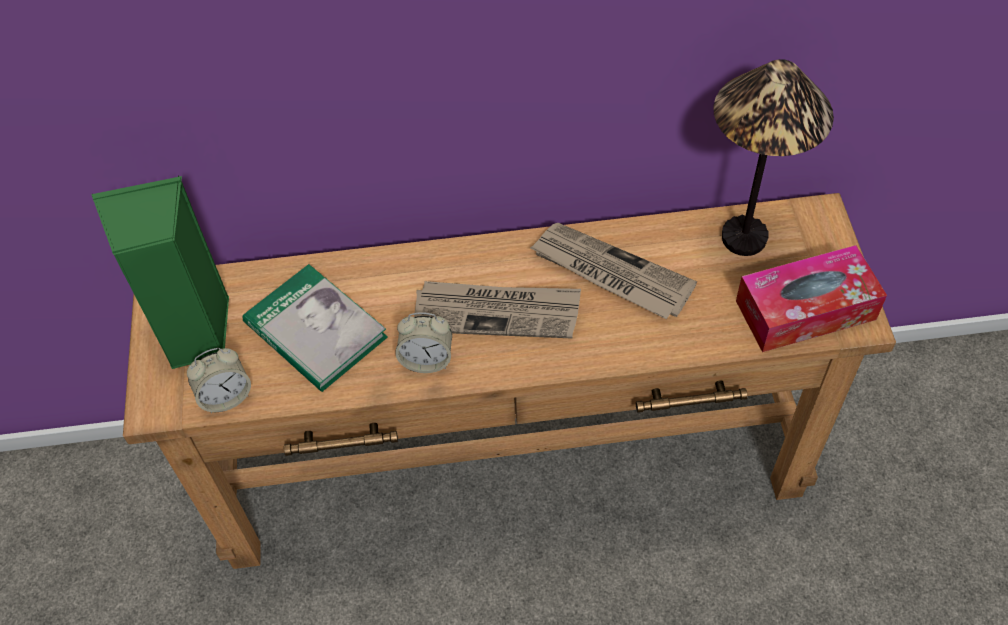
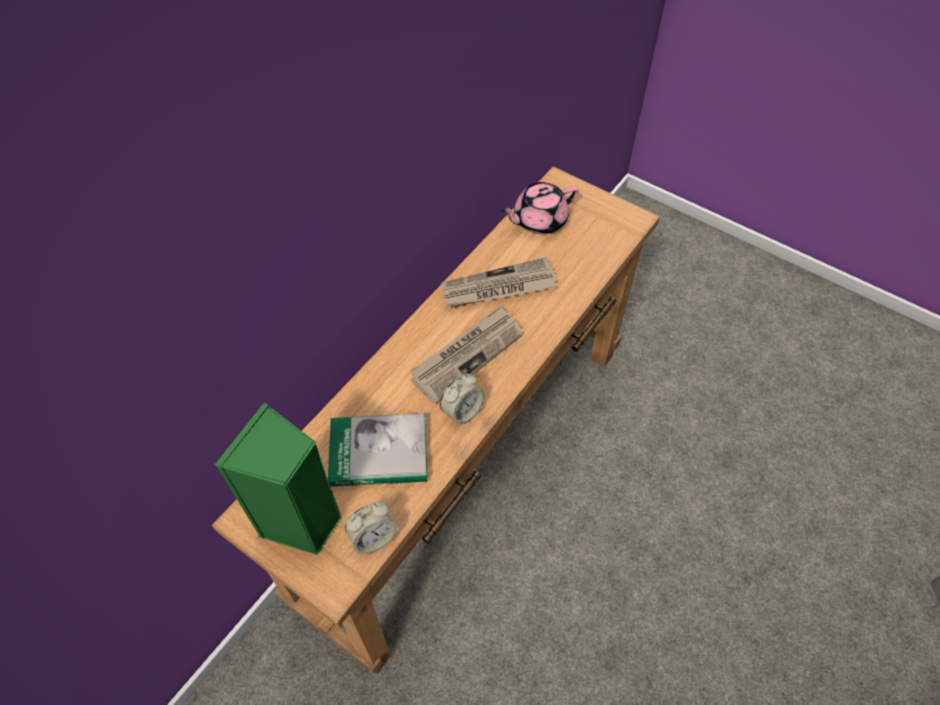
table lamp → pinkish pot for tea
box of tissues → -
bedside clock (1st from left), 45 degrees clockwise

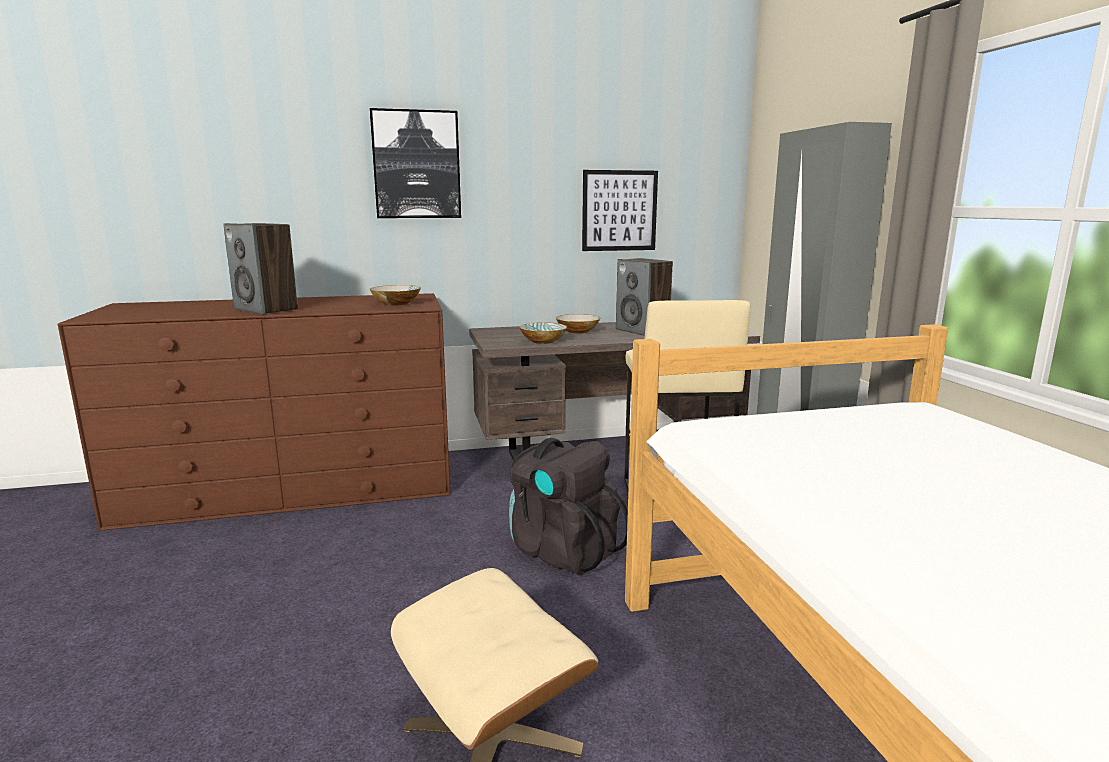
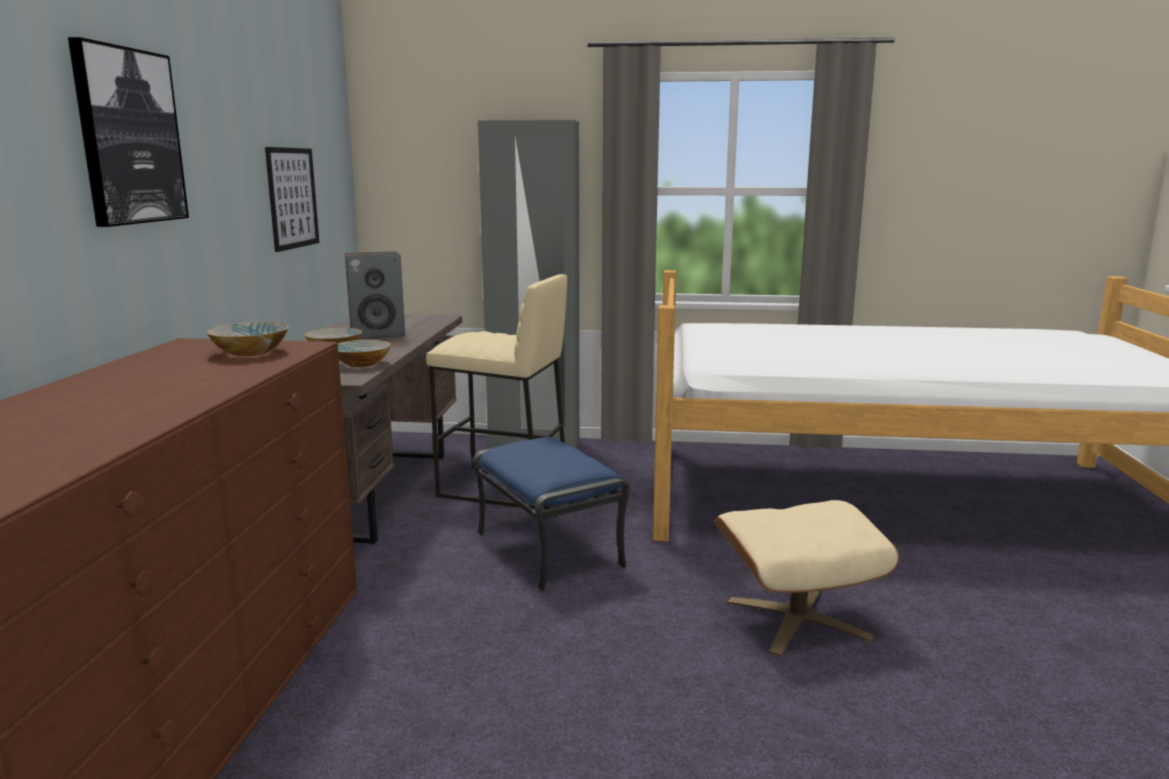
speaker (1st from left) → -
blackish knapsack → blue ottoman

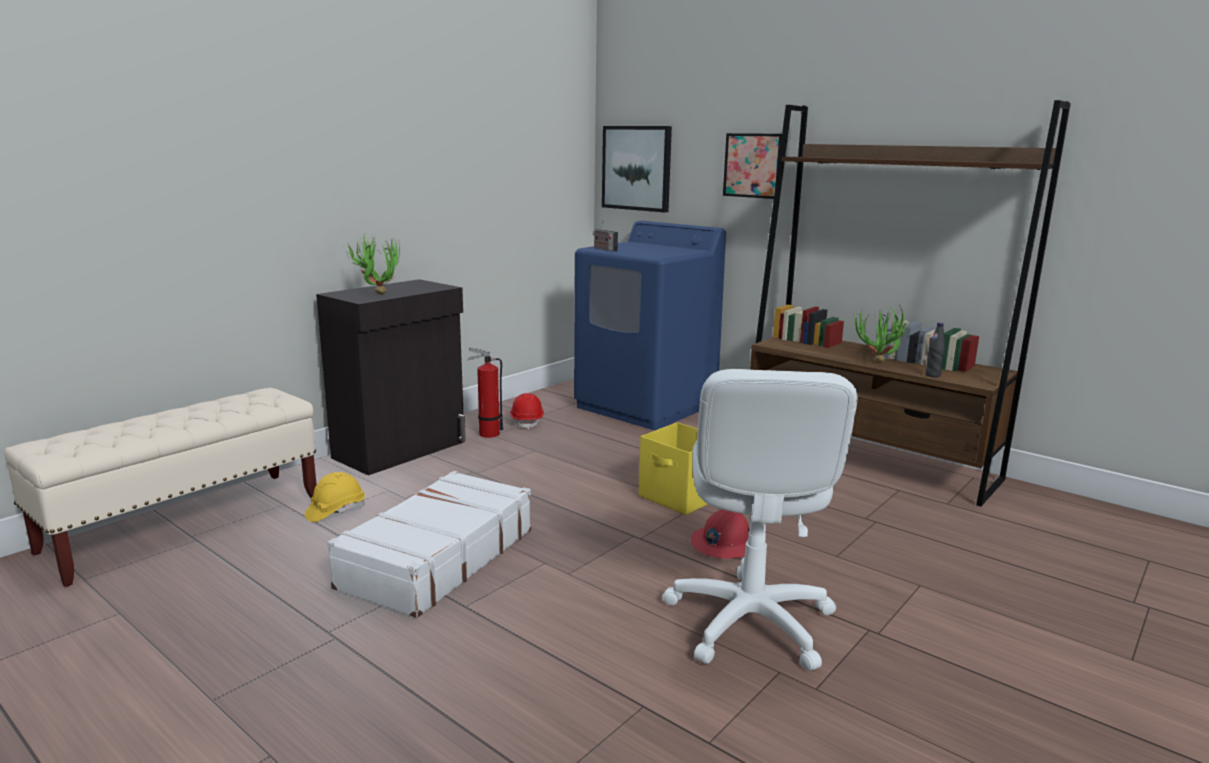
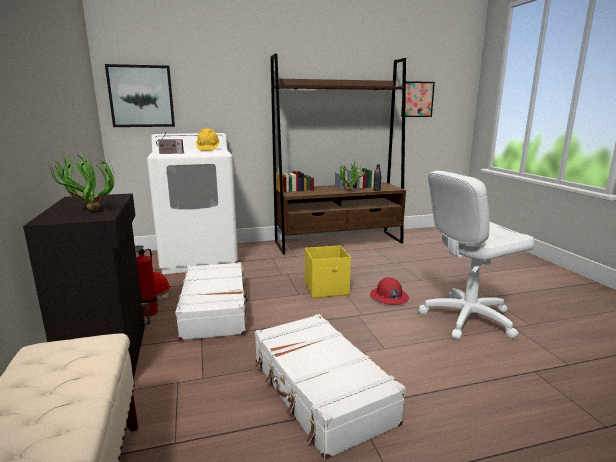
wall art (2nd from left), move
blue laundry appliance → whitish laundry appliance
whitish desk chair, 120 degrees clockwise
yellowish work helmet, move
- → whitish travel case (1st from left)

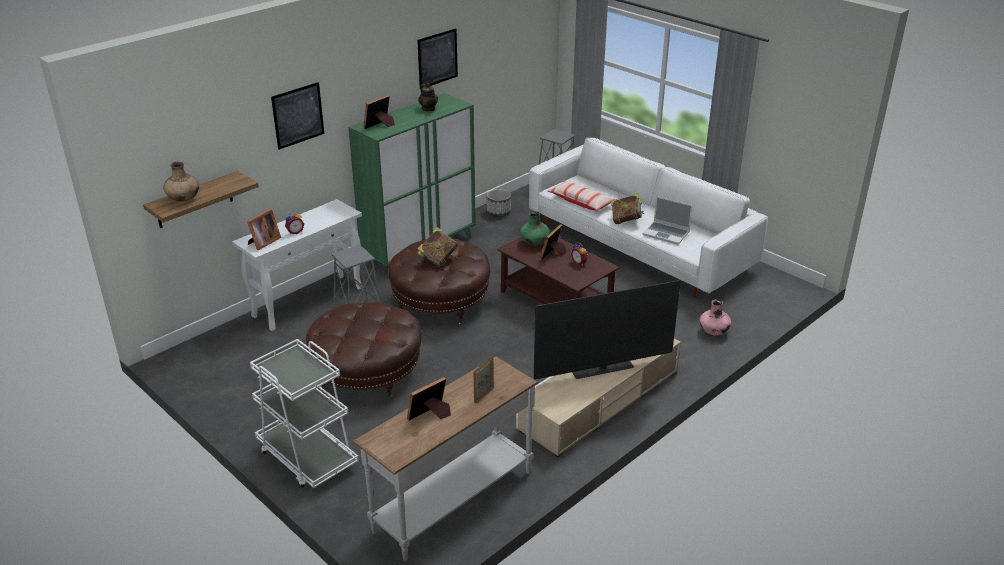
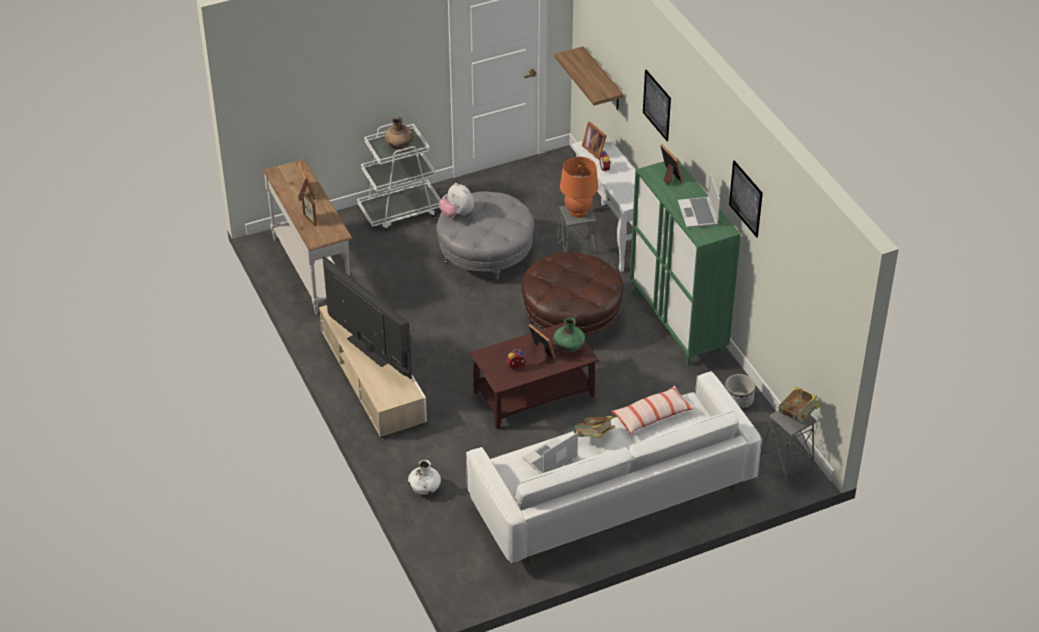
pot for tea → notebook computer (2nd from left)
brown decorative vase, move
book (1st from left in the first image) → book (2nd from left), move
television, 135 degrees clockwise
pinkish decorative vase → whitish decorative vase
brown ottoman (1st from left) → grey ottoman
- → orange-coloured table lamp
- → plush toy

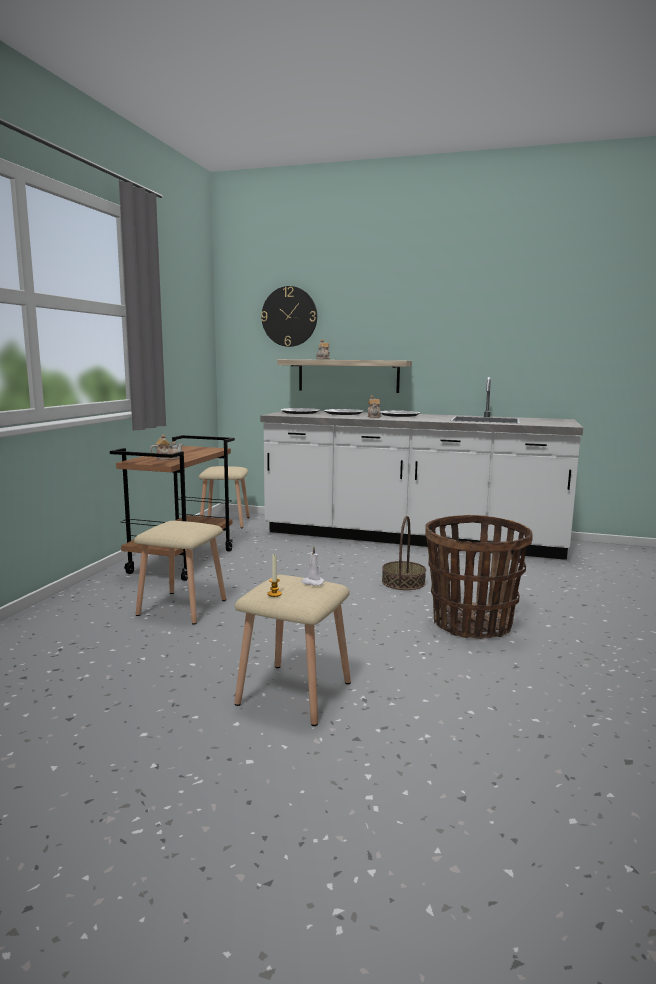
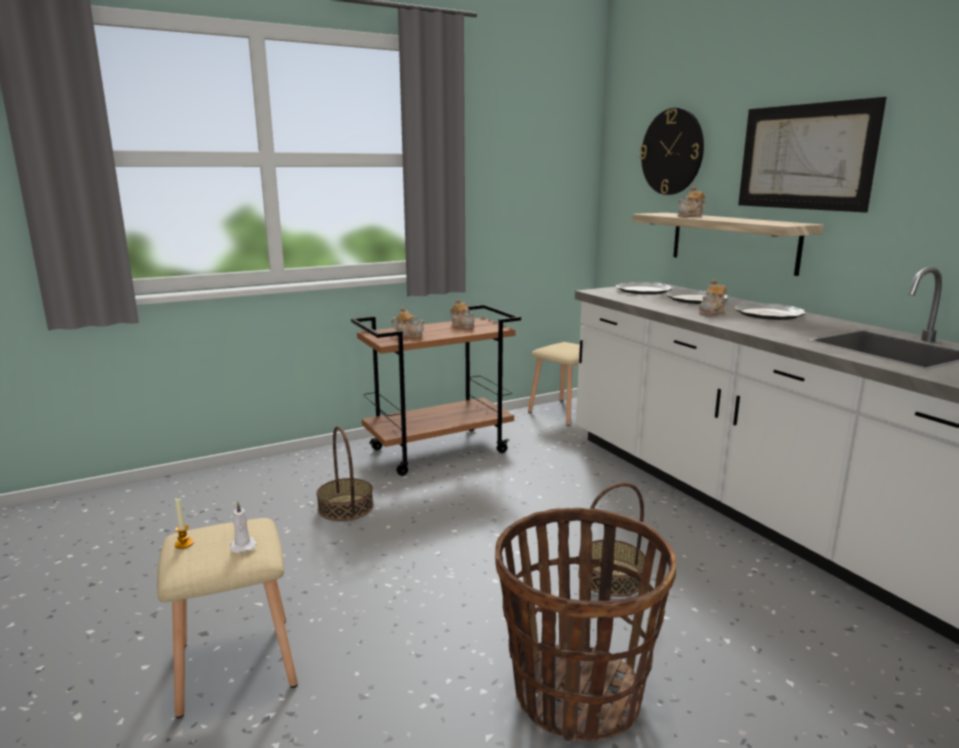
beige-coloured sitting stool (1st from left) → basket (1st from left)
- → wall art
- → pot for tea (2nd from left)

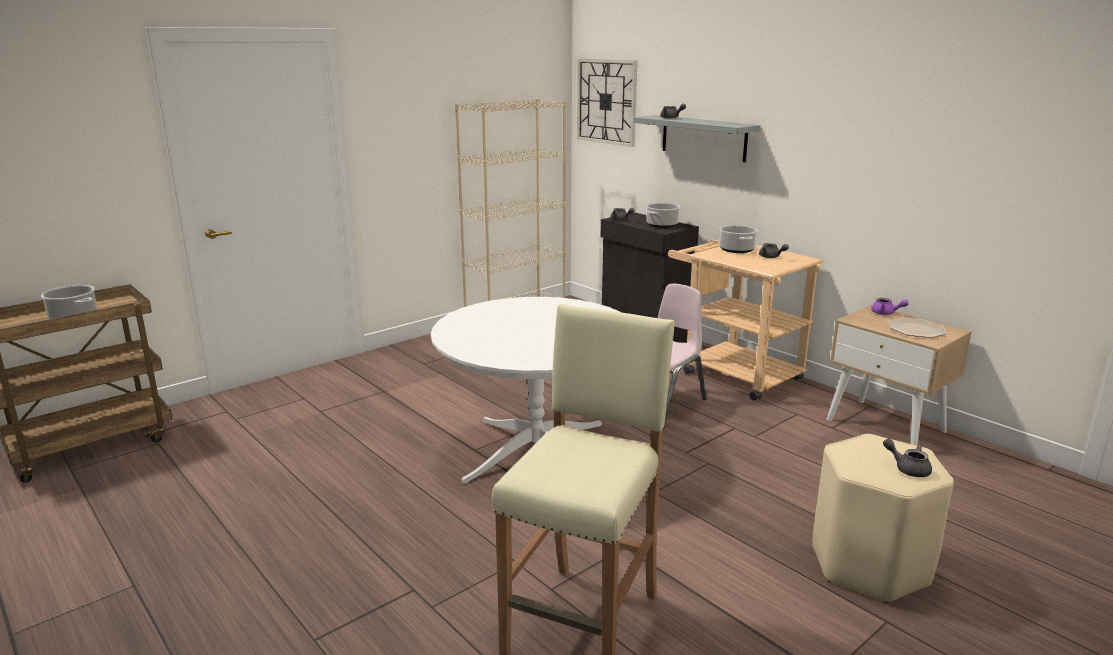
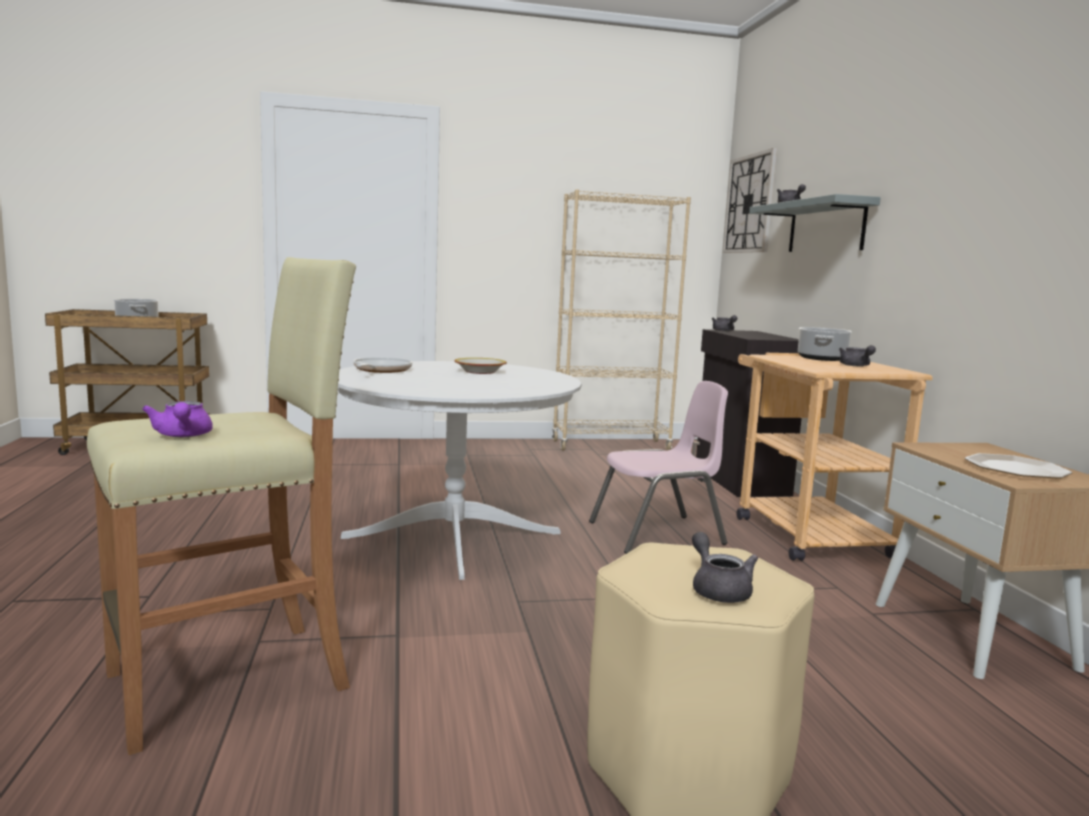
stockpot (2nd from left) → -
purple pot for tea, move
- → pan
- → serving bowl

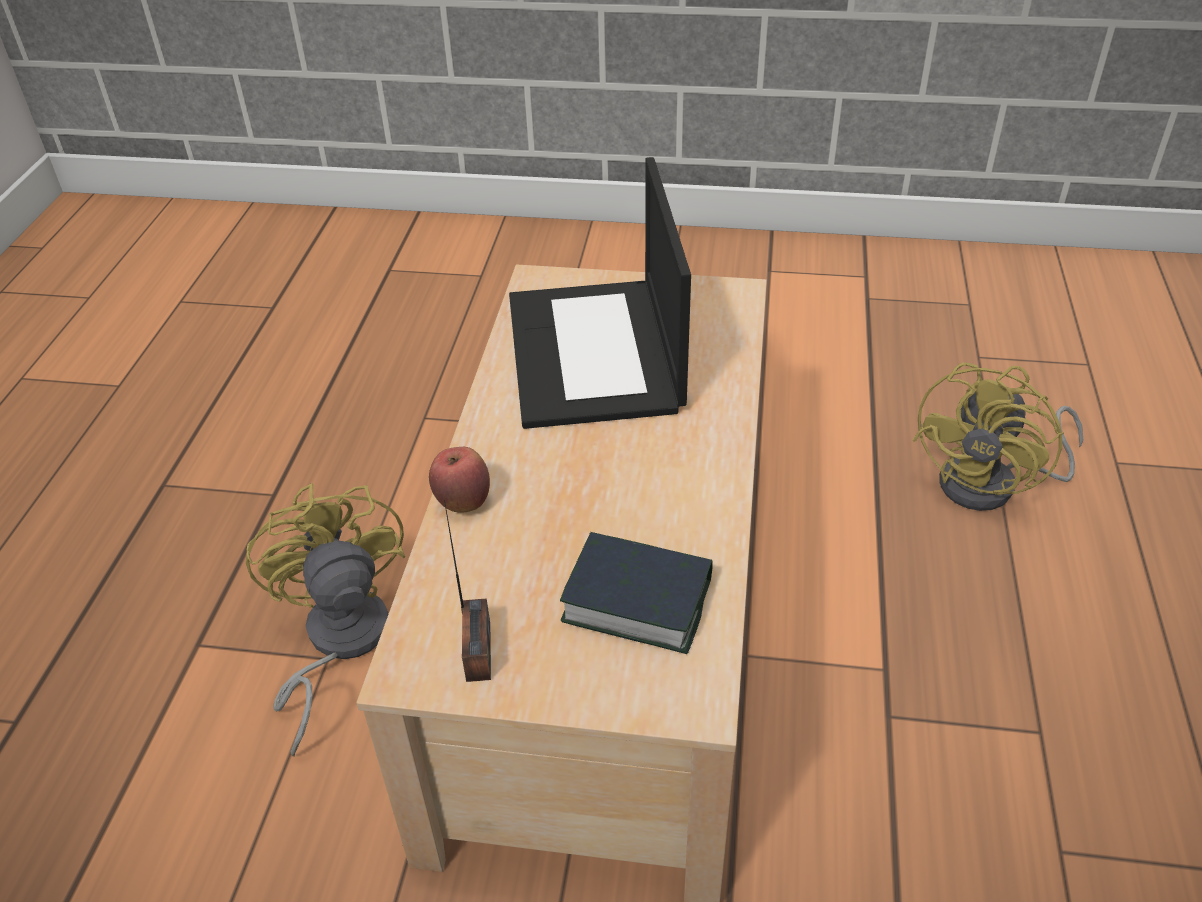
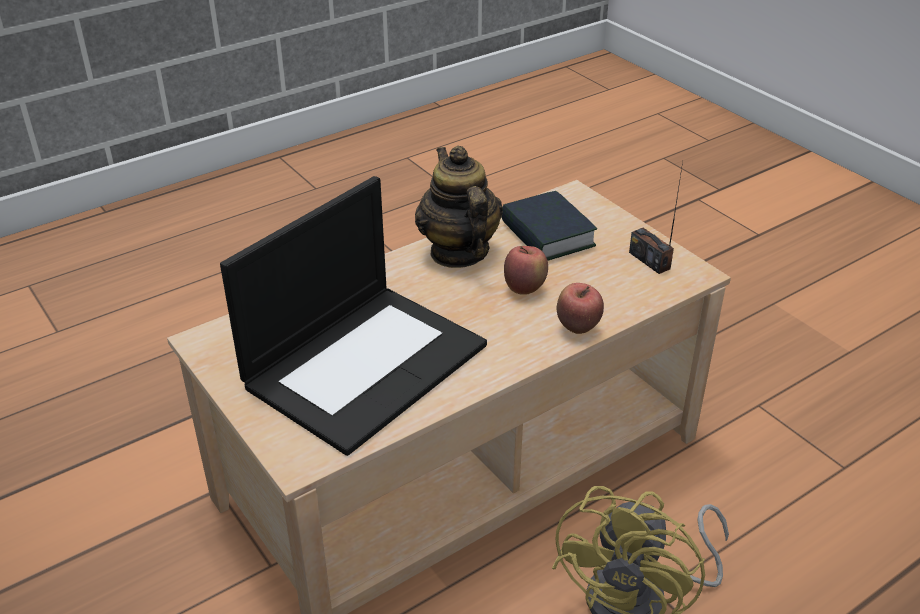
yellowish cooling fan (2nd from left) → -
radio, 75 degrees counterclockwise
- → pot for tea
- → apple (1st from left)

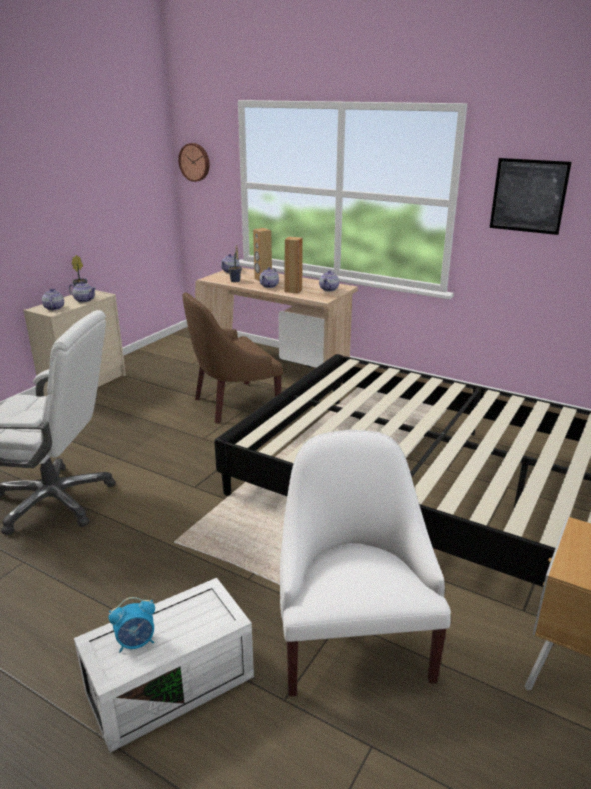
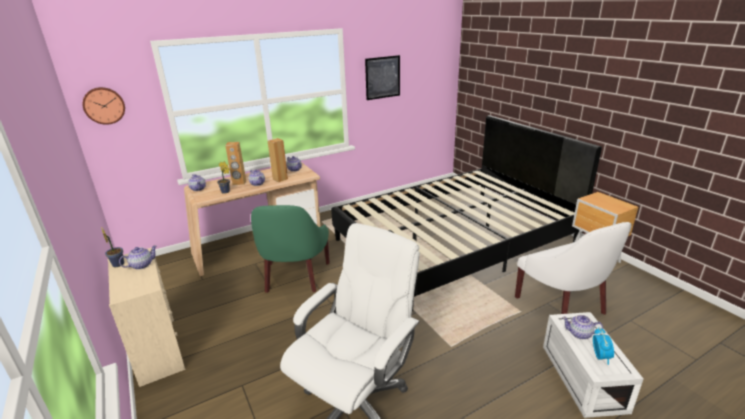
pot for tea (1st from left in the first image) → pot for tea (5th from left), move
brown armchair → green armchair
whitish armchair, 135 degrees counterclockwise

